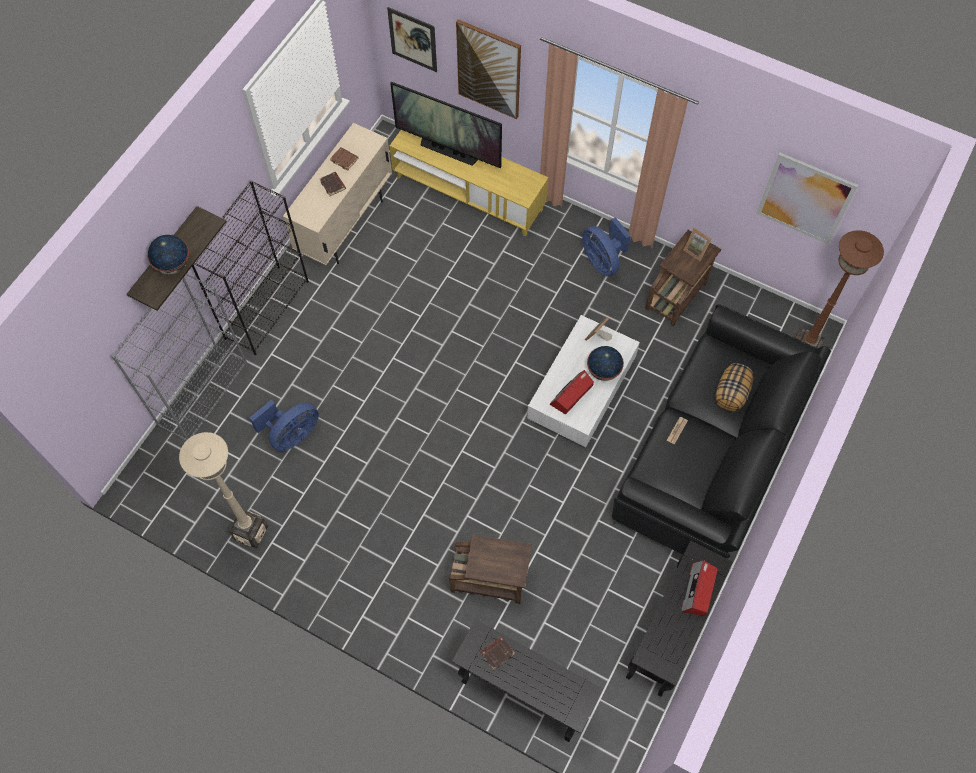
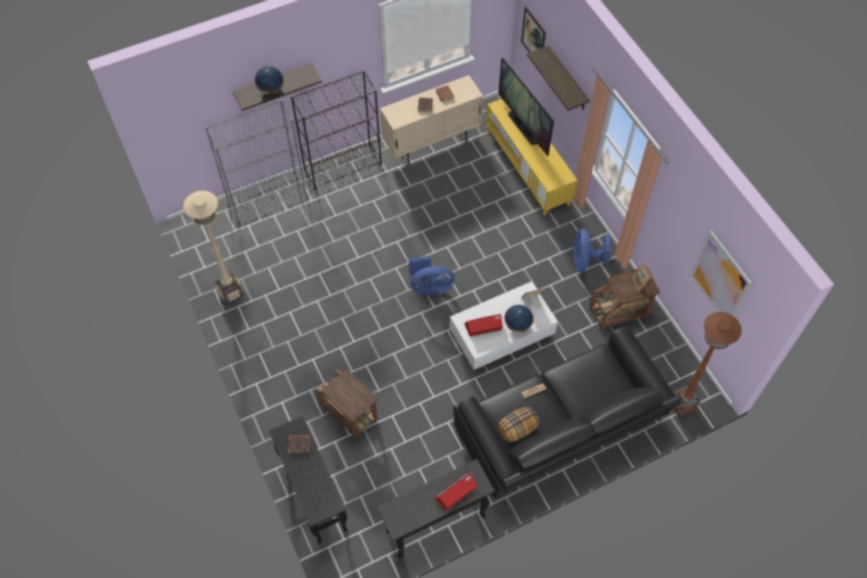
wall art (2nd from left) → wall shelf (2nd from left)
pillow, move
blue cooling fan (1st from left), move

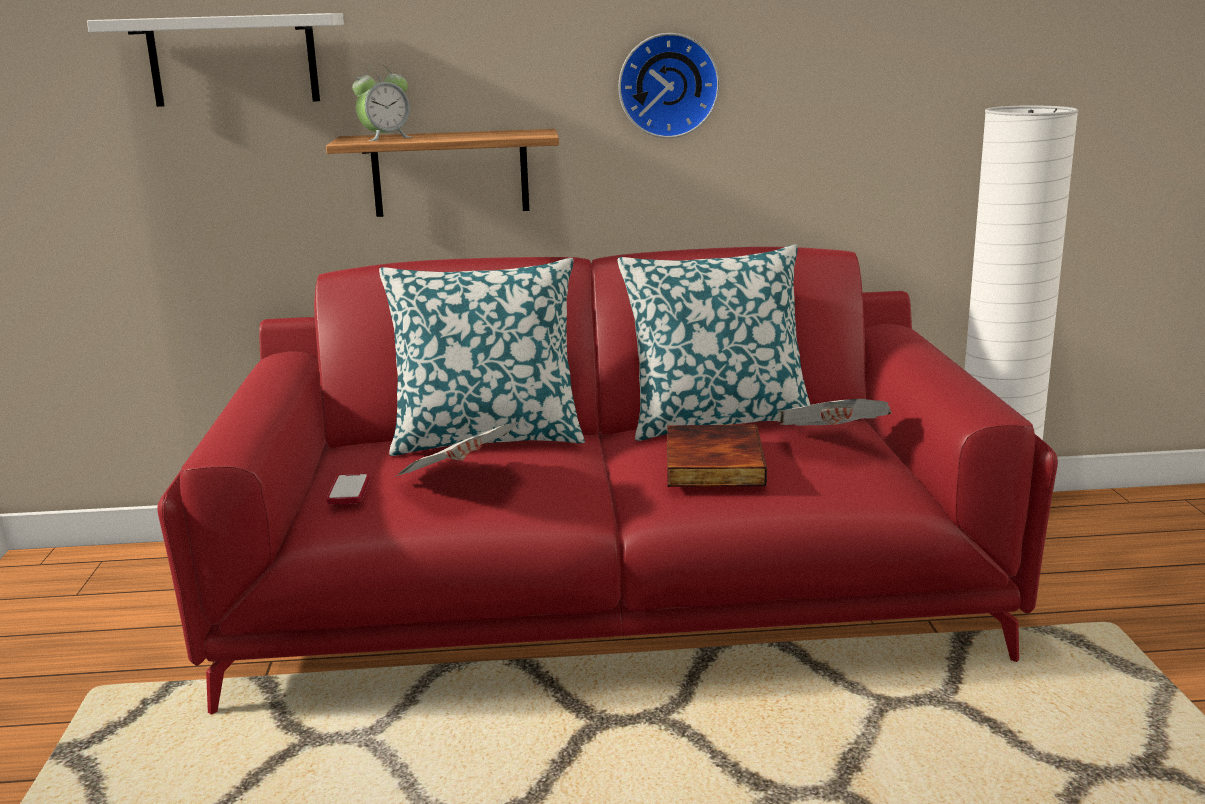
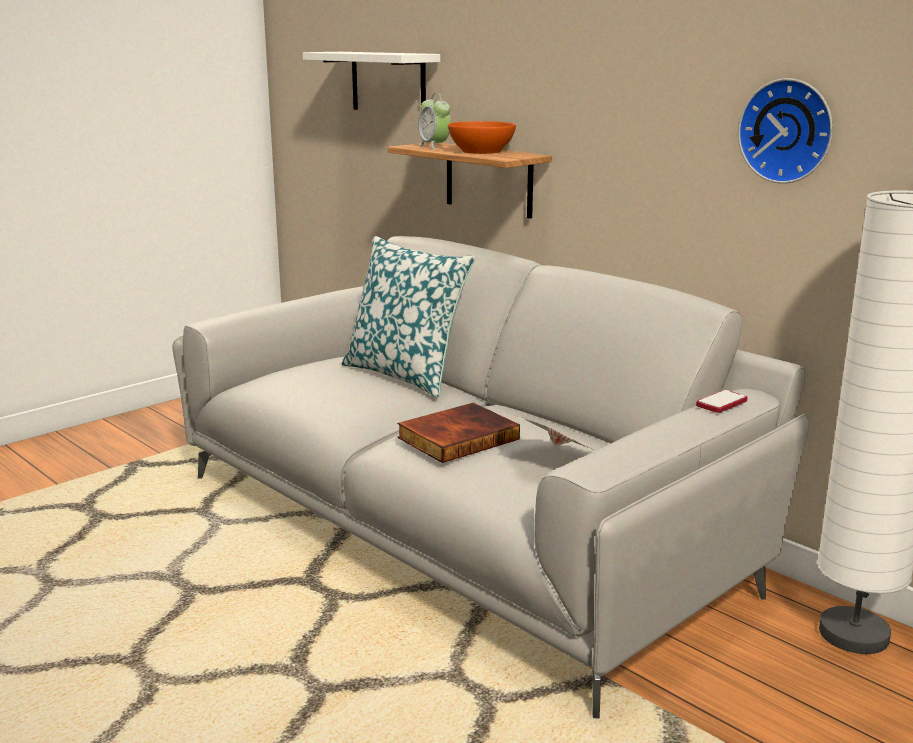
hanging clock, move
bedside clock, 45 degrees clockwise
pillow (2nd from left) → -
red-coloured settee → grey settee
newspaper (1st from left) → -
telephone, move
- → orange-coloured serving bowl

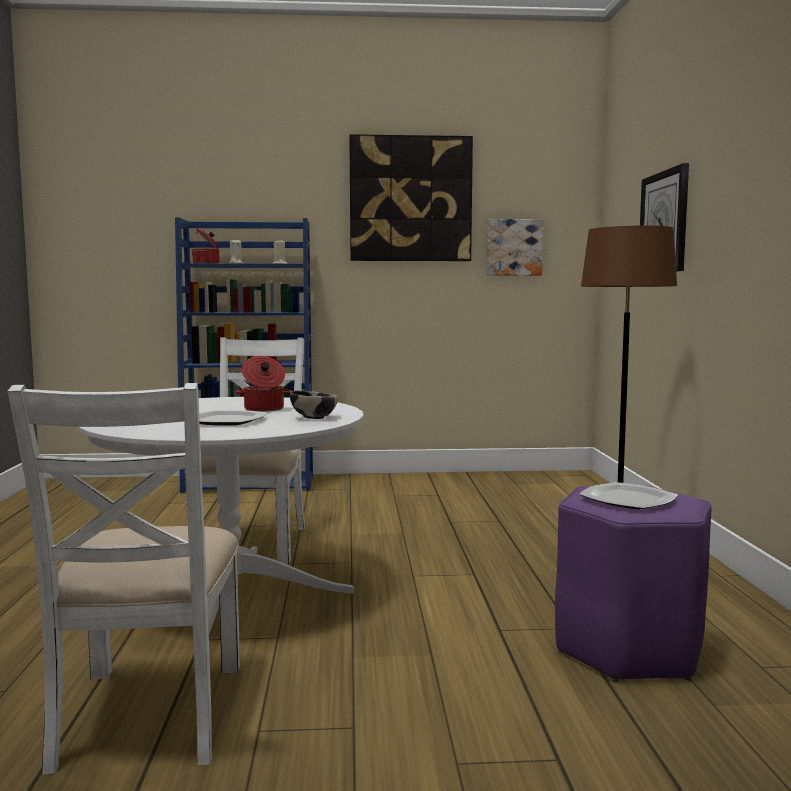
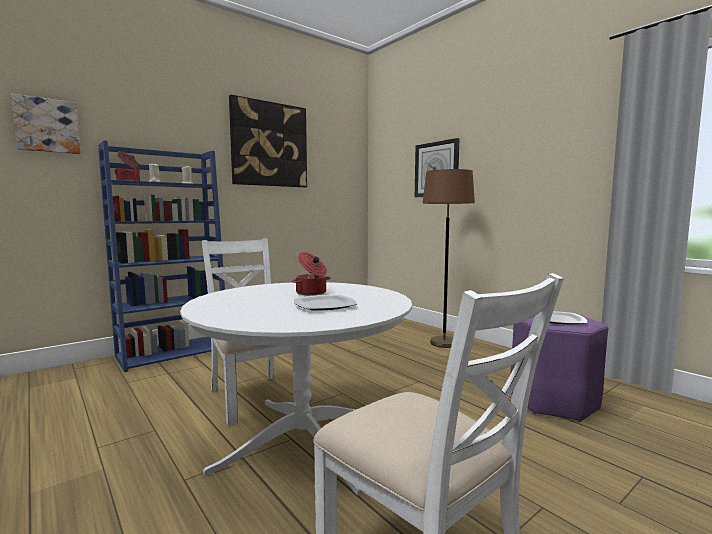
wall art (2nd from left in the first image) → wall art (1st from left), move
serving bowl → -

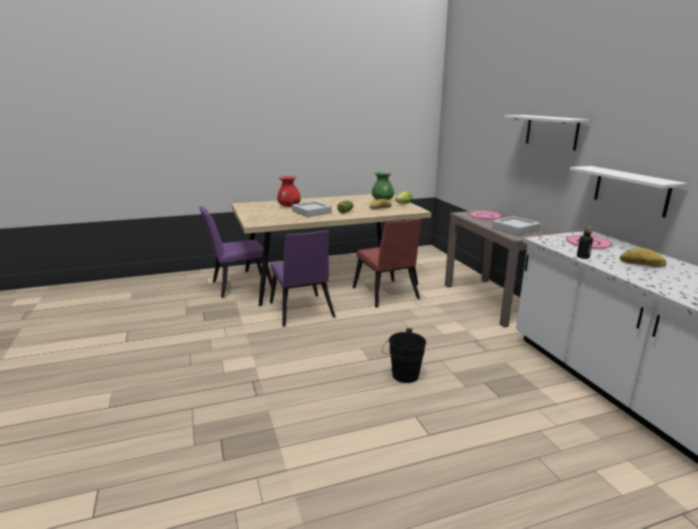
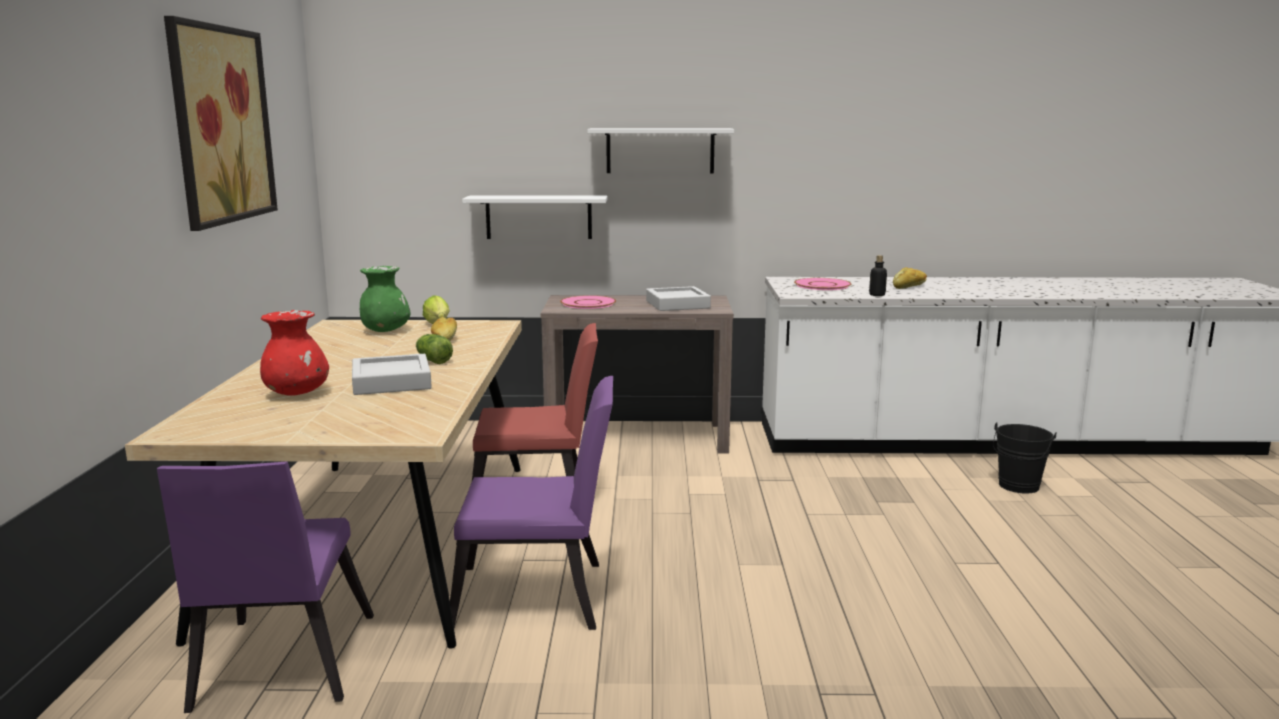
whitish wall shelf (2nd from left in the first image) → whitish wall shelf (1st from left), move
blackish water bucket, move
- → wall art

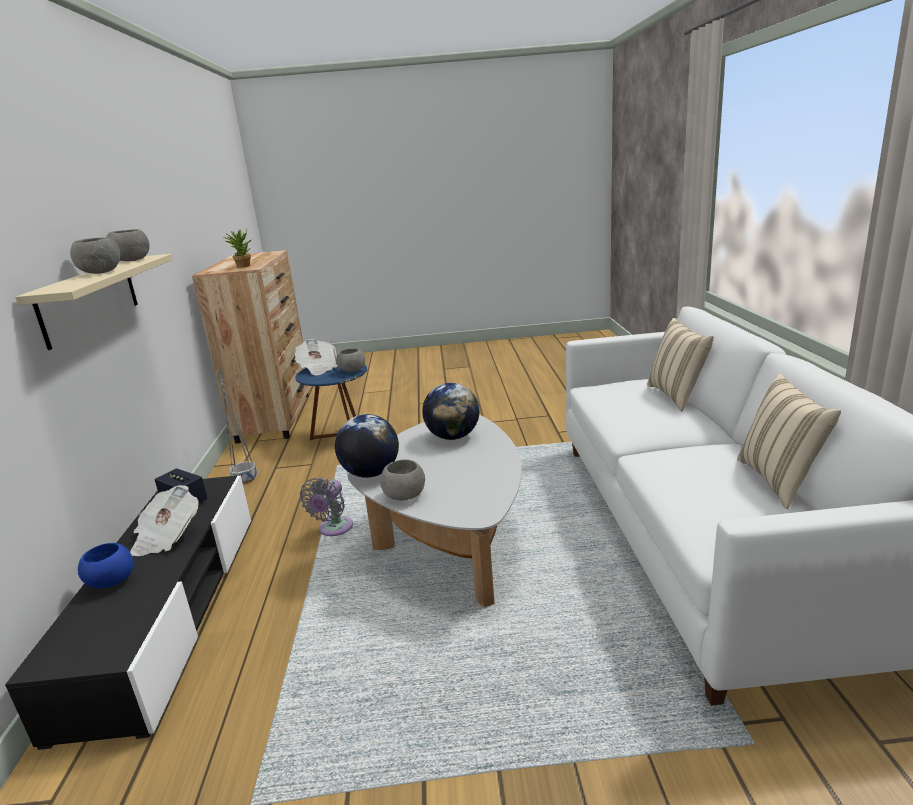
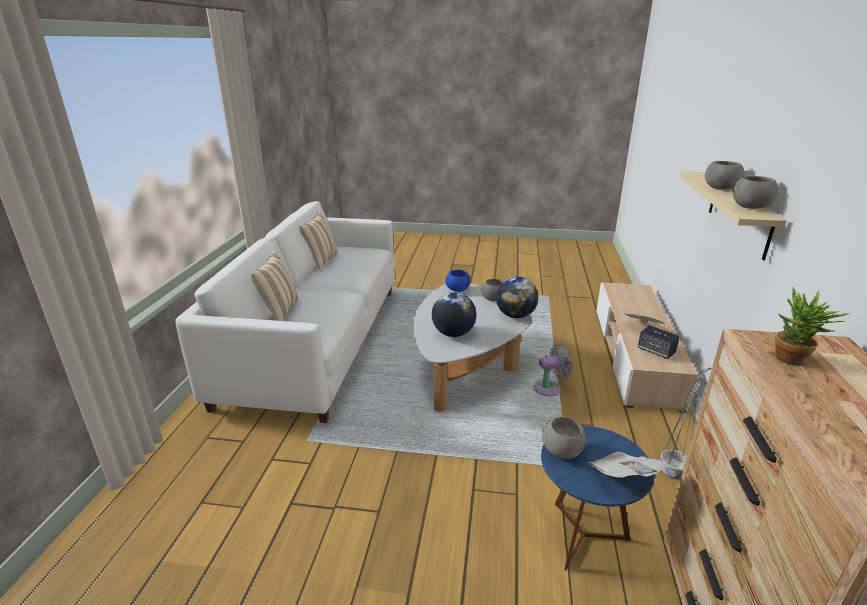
blackish tv stand → beige-coloured tv stand
grey cooling fan, 45 degrees clockwise
blue serving bowl, move

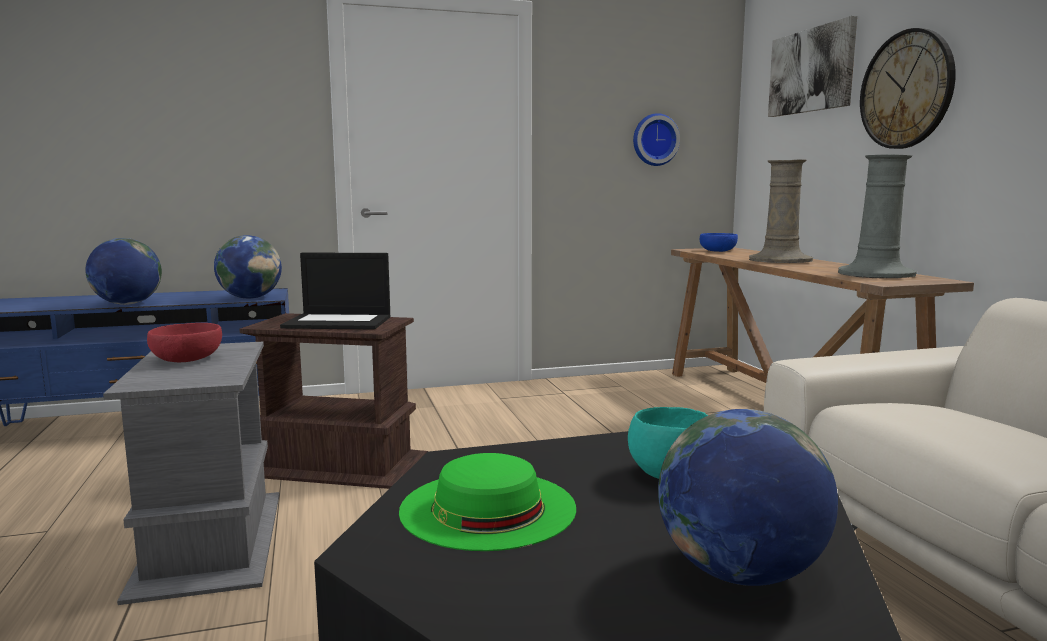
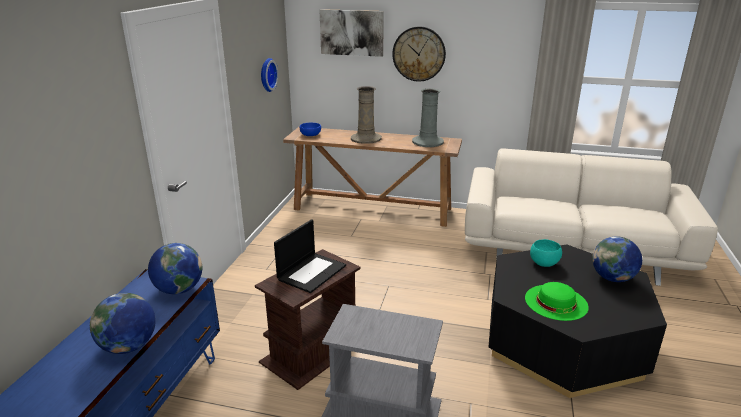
red-coloured serving bowl → -

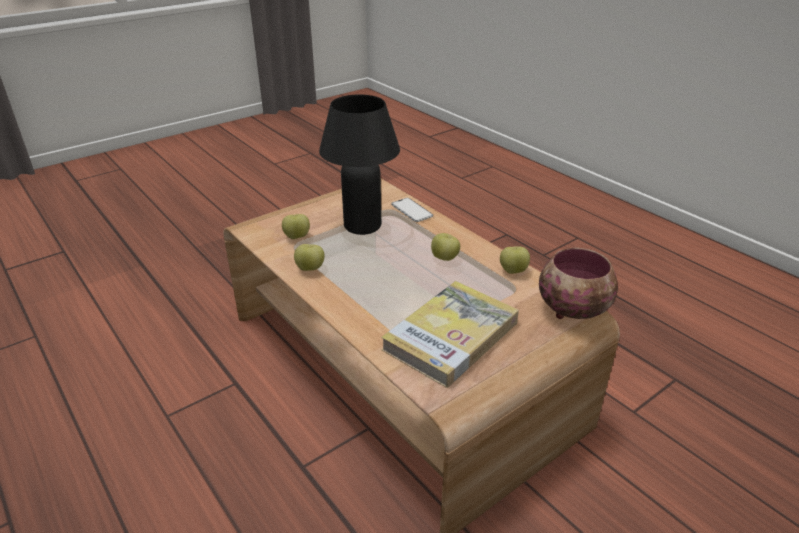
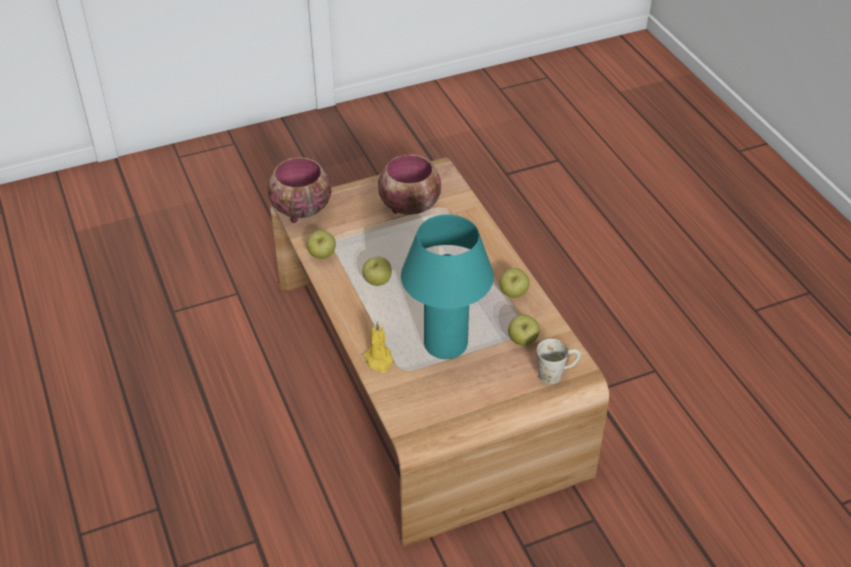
blackish table lamp → turquoise table lamp
telephone → yellowish wax light
book → serving bowl (2nd from left)
- → whitish coffee mug

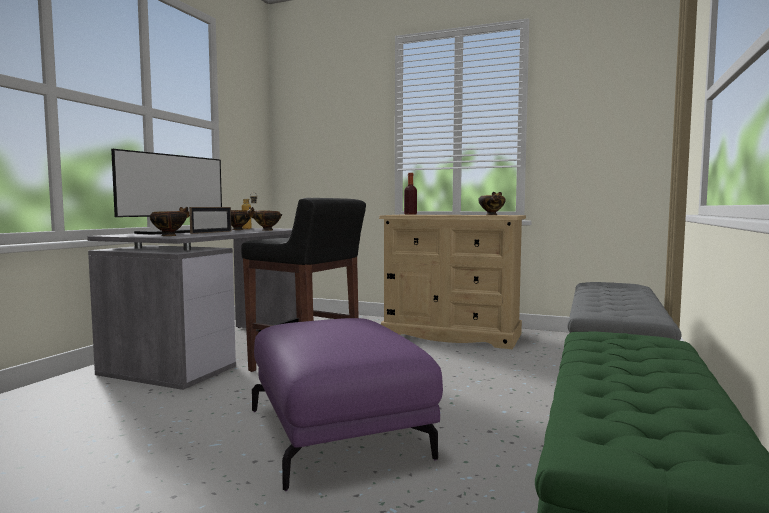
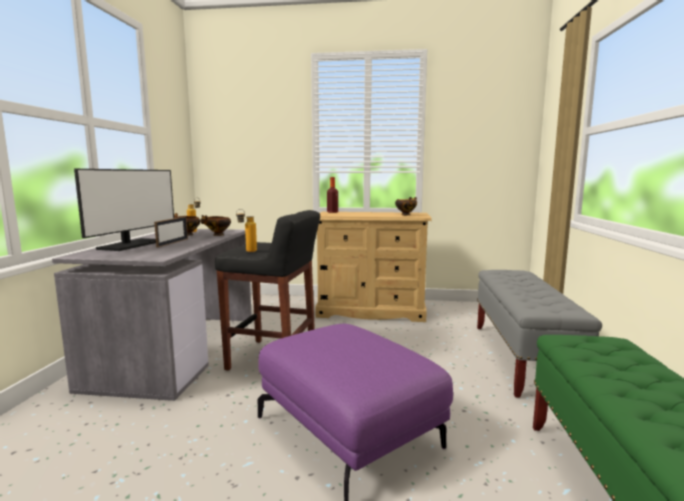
serving bowl (1st from left) → -
- → drink bottle (2nd from left)

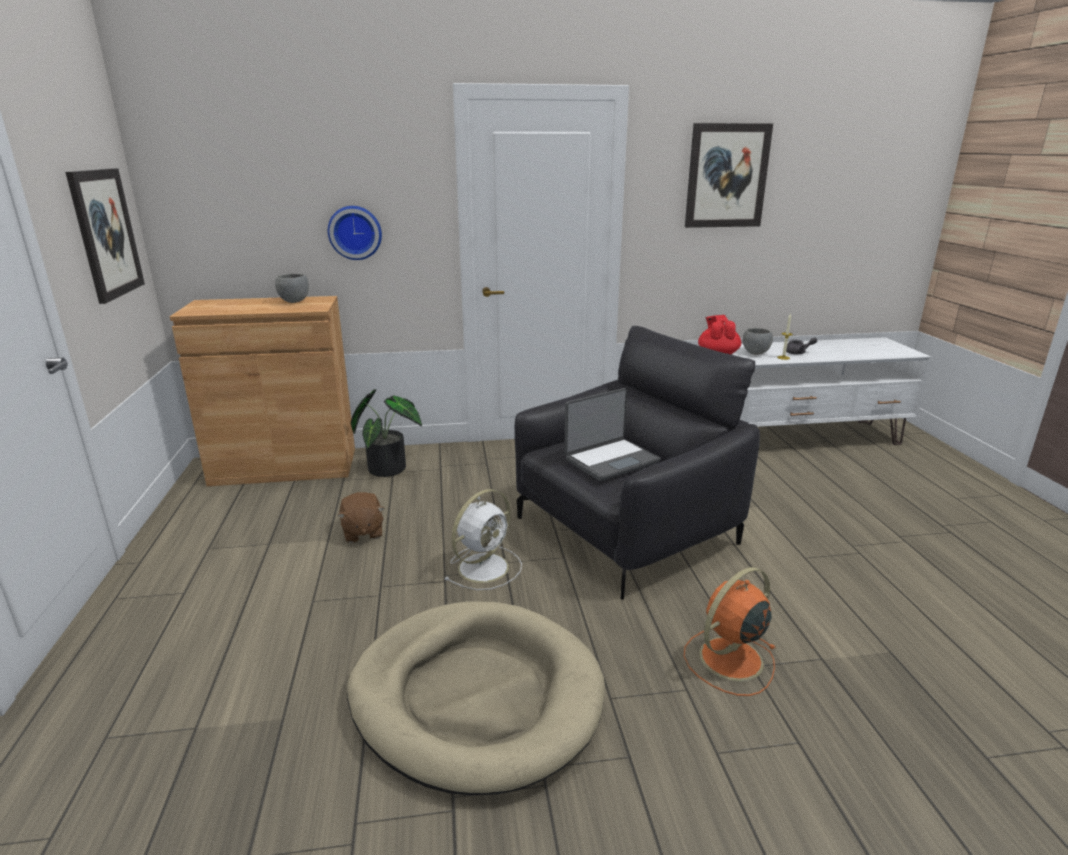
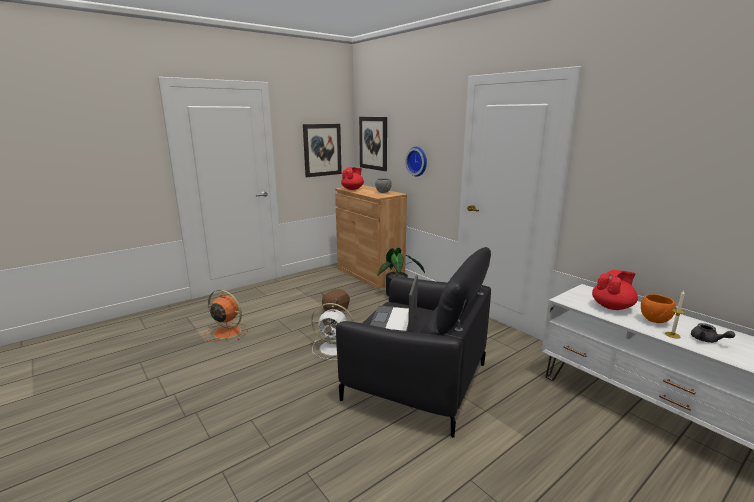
wall art (2nd from left), move
grey serving bowl (2nd from left) → orange-coloured serving bowl
notebook computer, 75 degrees clockwise
orange-coloured cooling fan, move
beige-coloured pet bed → -
- → red-coloured pot for tea (1st from left)

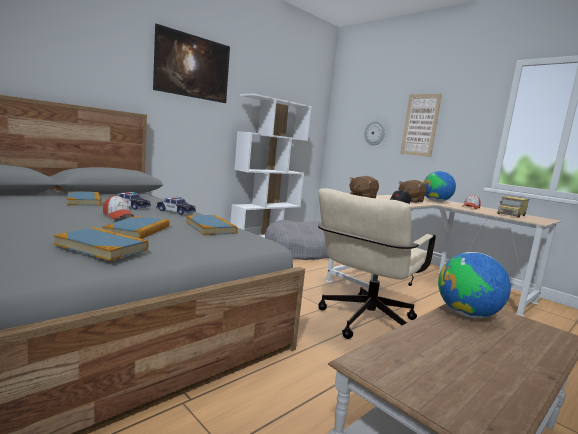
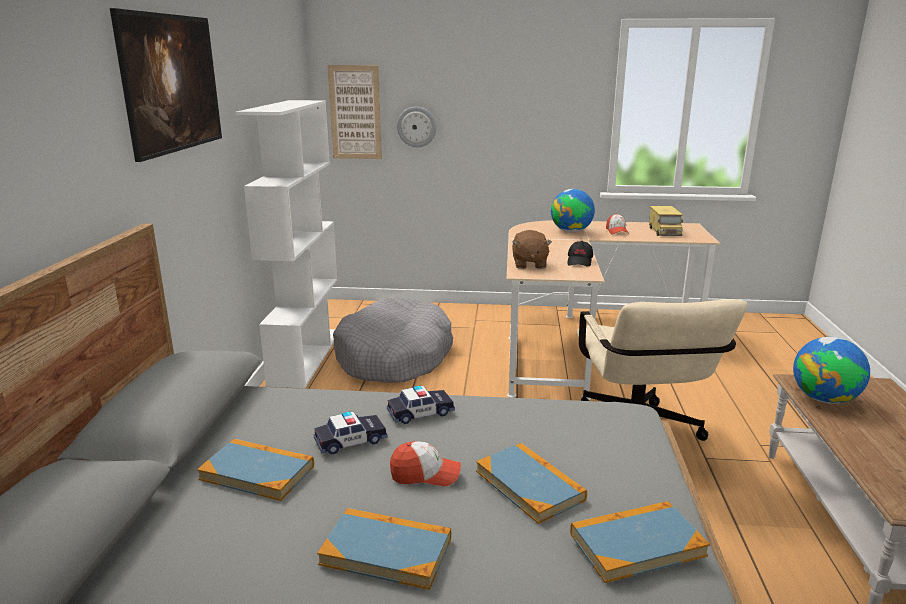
wall art (2nd from left), move
brown plush toy (2nd from left) → -
book (4th from left in the first image) → book (2nd from left), move

